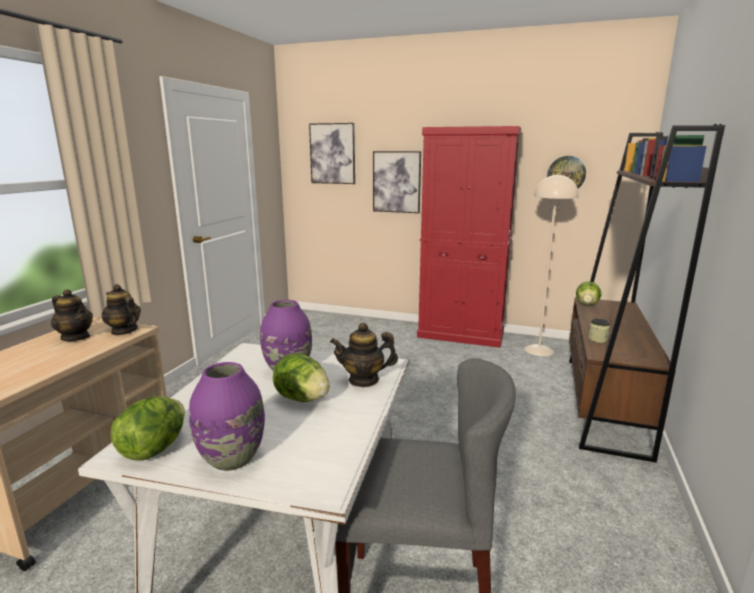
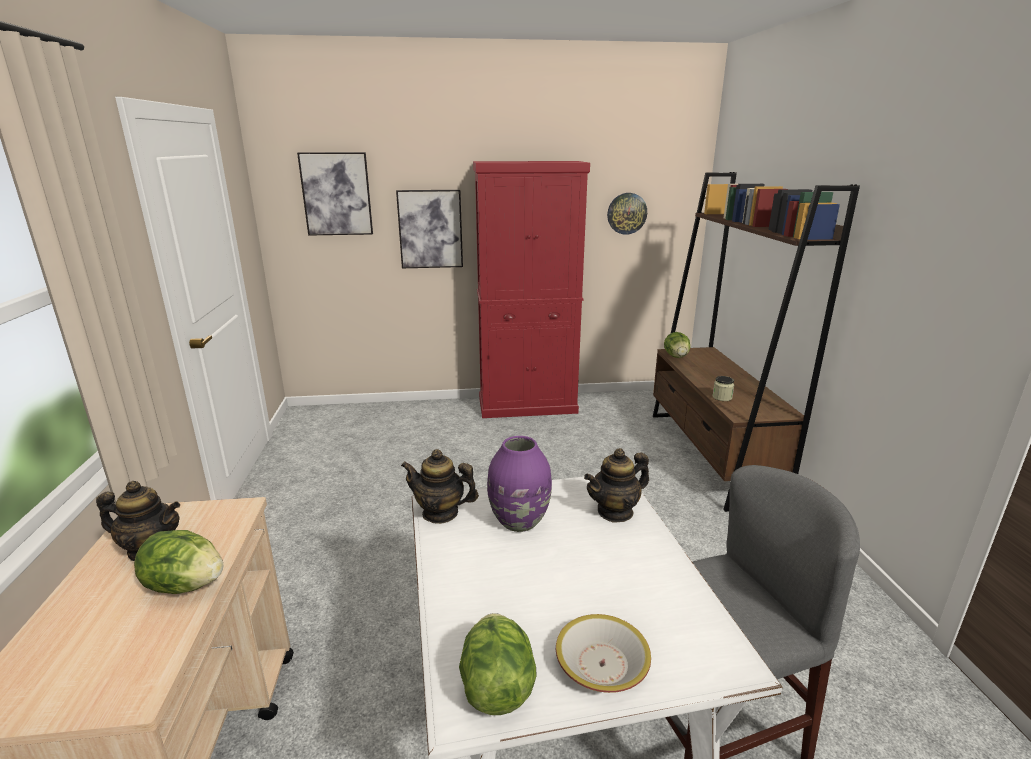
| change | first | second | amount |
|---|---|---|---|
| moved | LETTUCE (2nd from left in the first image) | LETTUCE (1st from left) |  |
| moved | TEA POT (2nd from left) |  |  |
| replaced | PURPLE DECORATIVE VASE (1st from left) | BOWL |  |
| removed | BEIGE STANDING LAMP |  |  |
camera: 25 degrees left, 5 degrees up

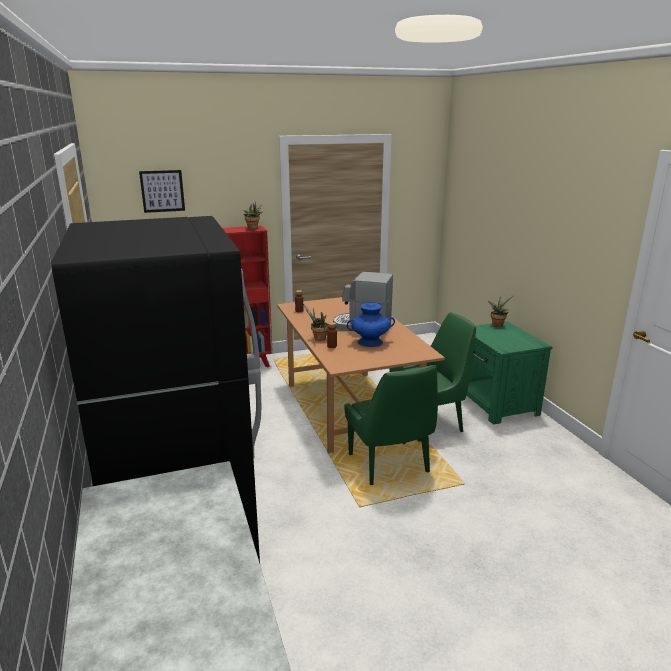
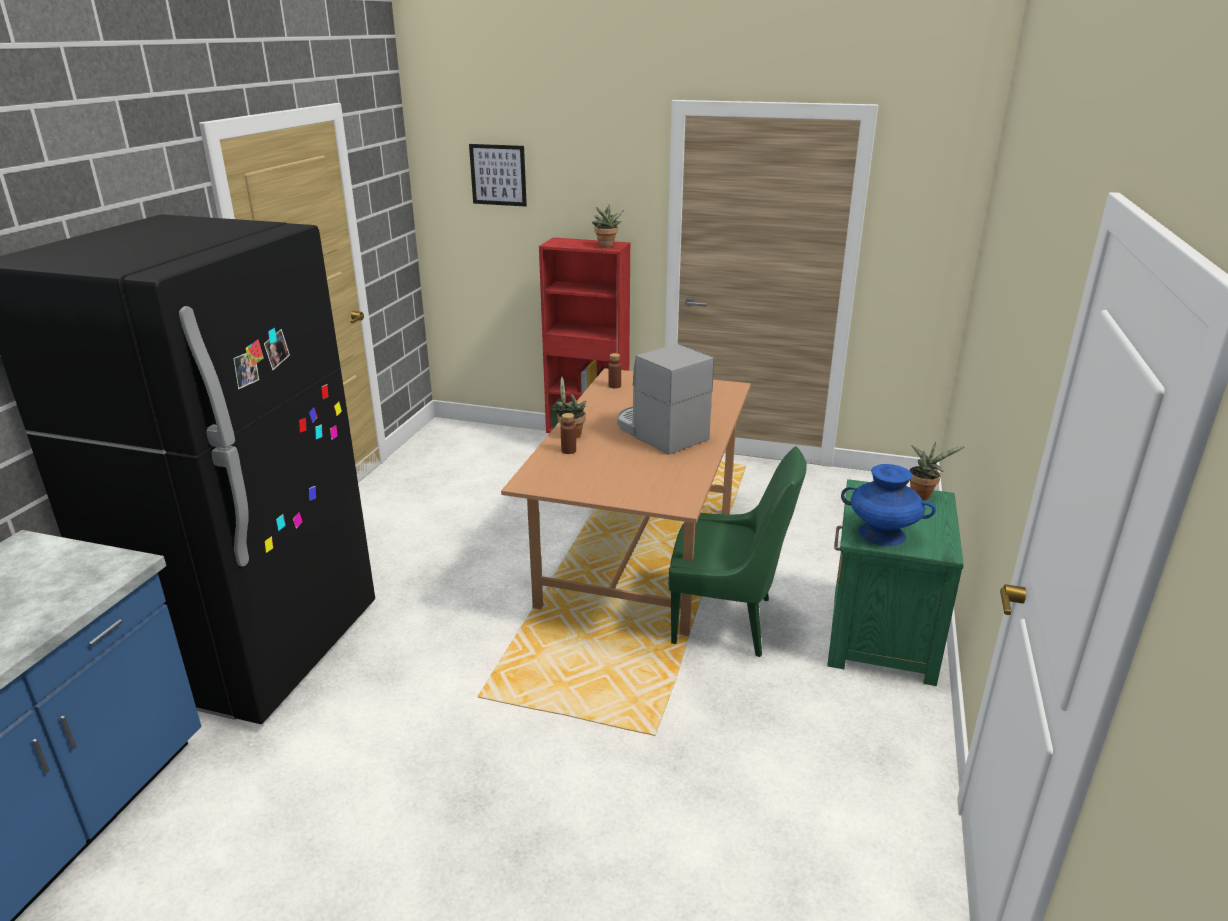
| change | first | second | amount |
|---|---|---|---|
| moved | BLUISH DECORATIVE VASE |  |  |
| removed | GREEN UPRIGHT CHAIR (1st from left) |  |  |
camera: 35 degrees right, 5 degrees up

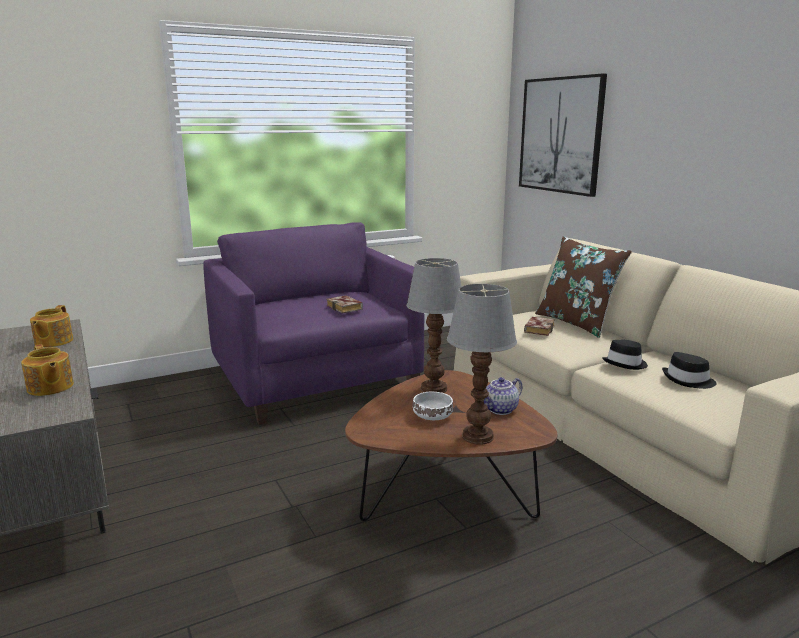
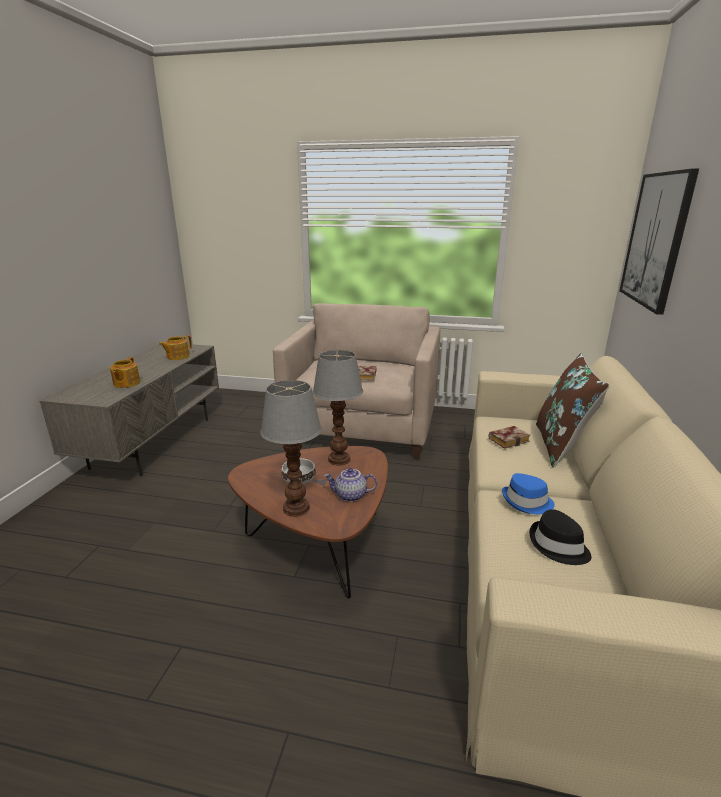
| change | first | second | amount |
|---|---|---|---|
| recoloured | PURPLE ARMCHAIR | BEIGE ARMCHAIR |  |
| recoloured | BLACK HAT (1st from left) | BLUISH HAT |  |
camera: 40 degrees right, 5 degrees up

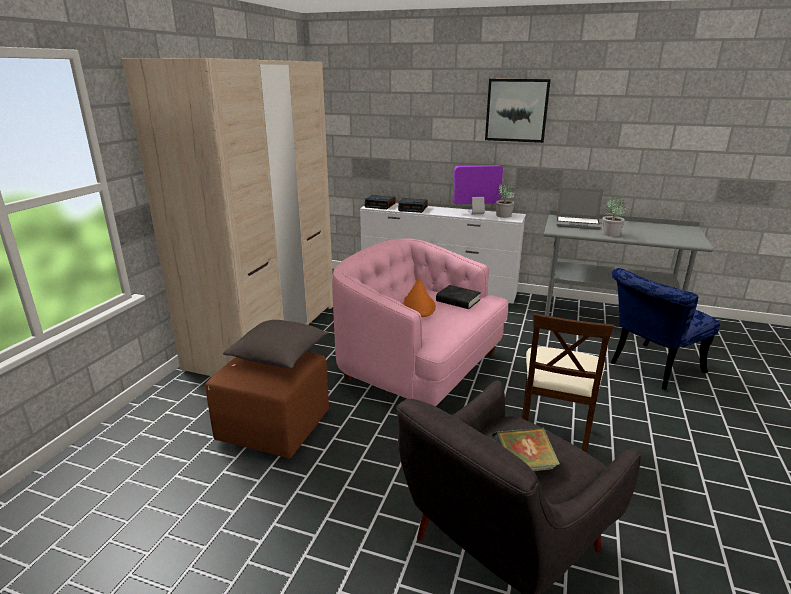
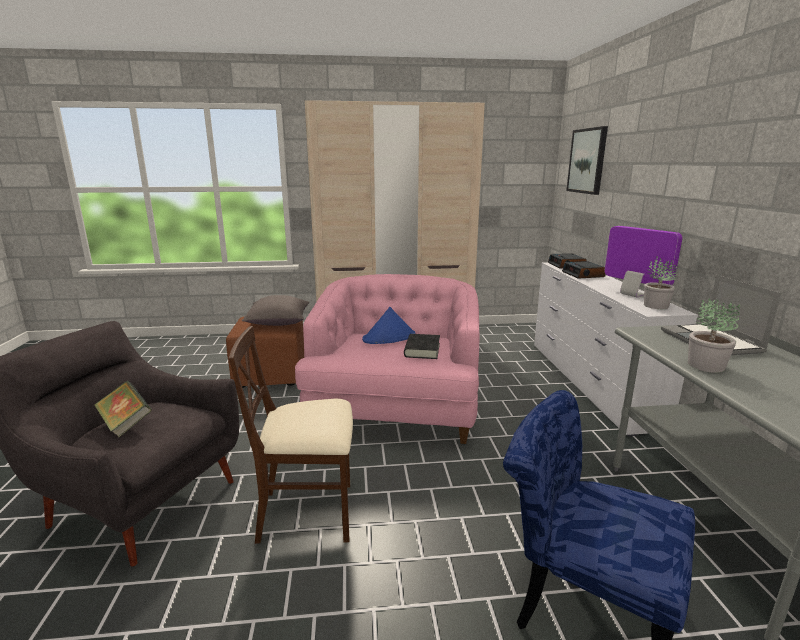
| change | first | second | amount |
|---|---|---|---|
| recoloured | ORANGE HAT | BLUISH HAT |  |
| moved | WALL ART |  |  |
camera: 65 degrees right, 5 degrees down

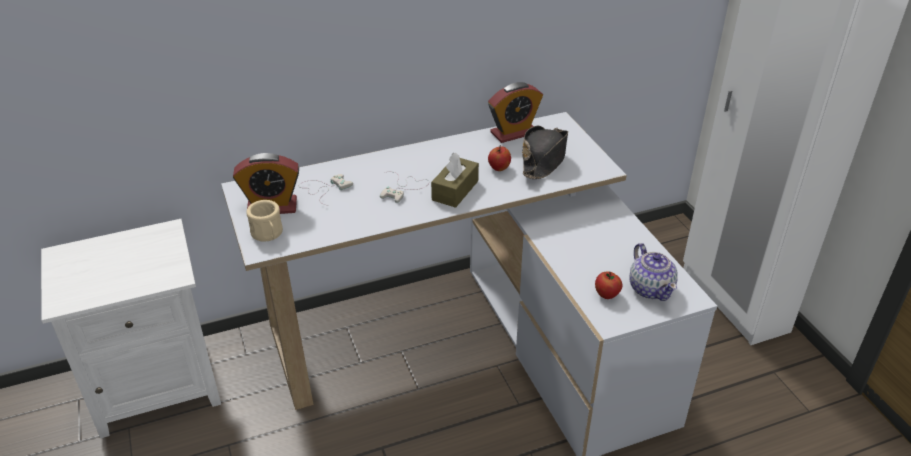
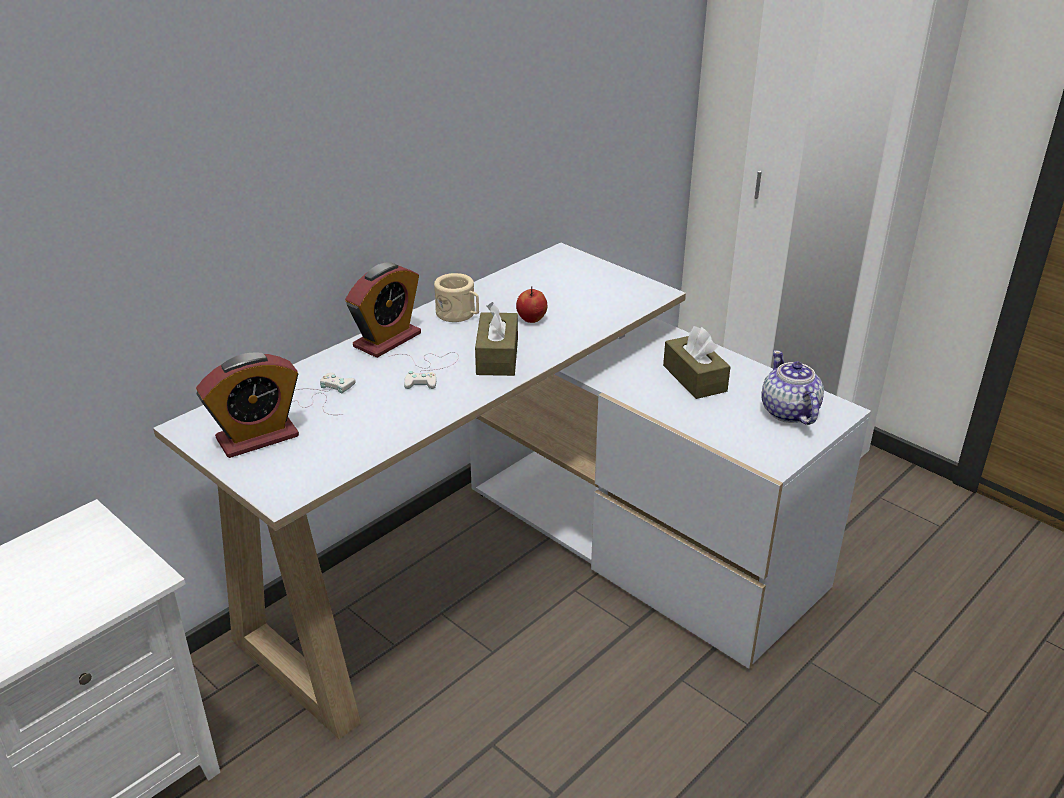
| change | first | second | amount |
|---|---|---|---|
| moved | ALARM CLOCK (2nd from left) |  |  |
| moved | BEIGE TEA MUG |  |  |
| added |  | BROWNISH BOX OF TISSUES (2nd from left) |  |
| turned | TEA POT |  | 150 degrees counterclockwise |
| removed | BLACK HAT |  |  |
| removed | APPLE (2nd from left) |  |  |
camera: 25 degrees left, 5 degrees down

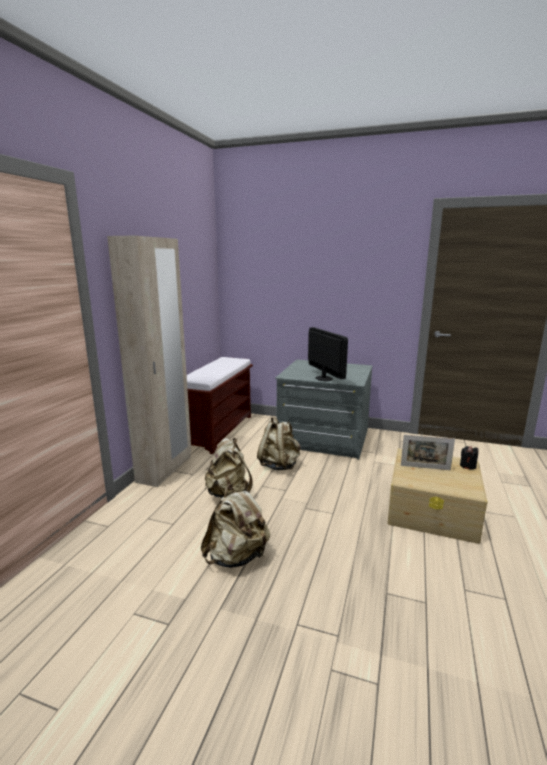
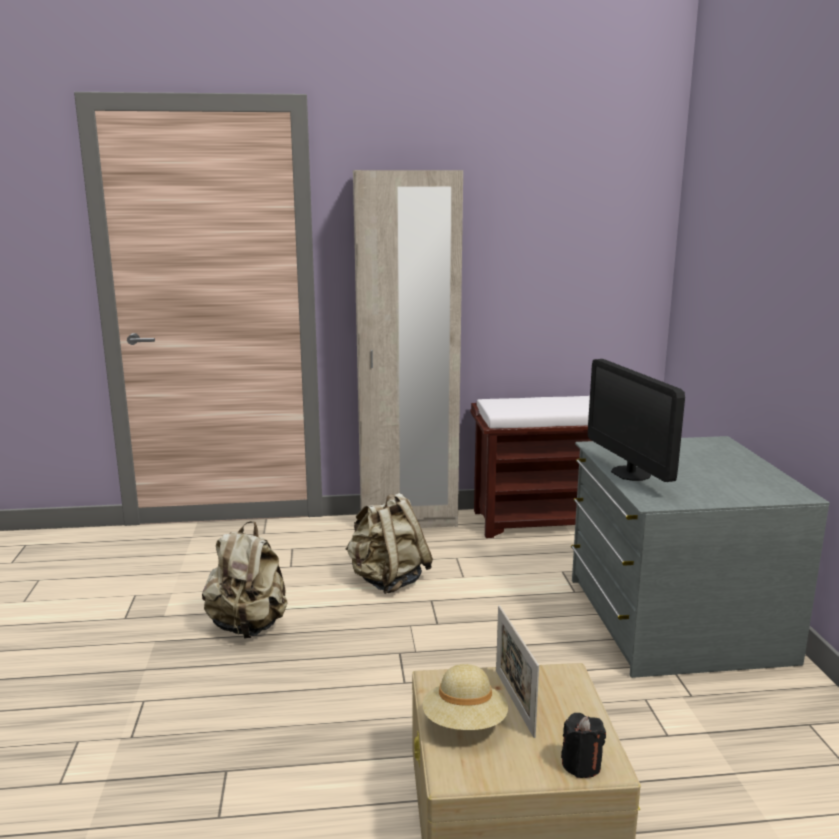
| change | first | second | amount |
|---|---|---|---|
| added |  | BEIGE HAT |  |
| turned | MONITOR |  | 120 degrees clockwise |
| removed | BEIGE RUCKSACK (3rd from left) |  |  |
camera: 65 degrees right, 0 degrees up

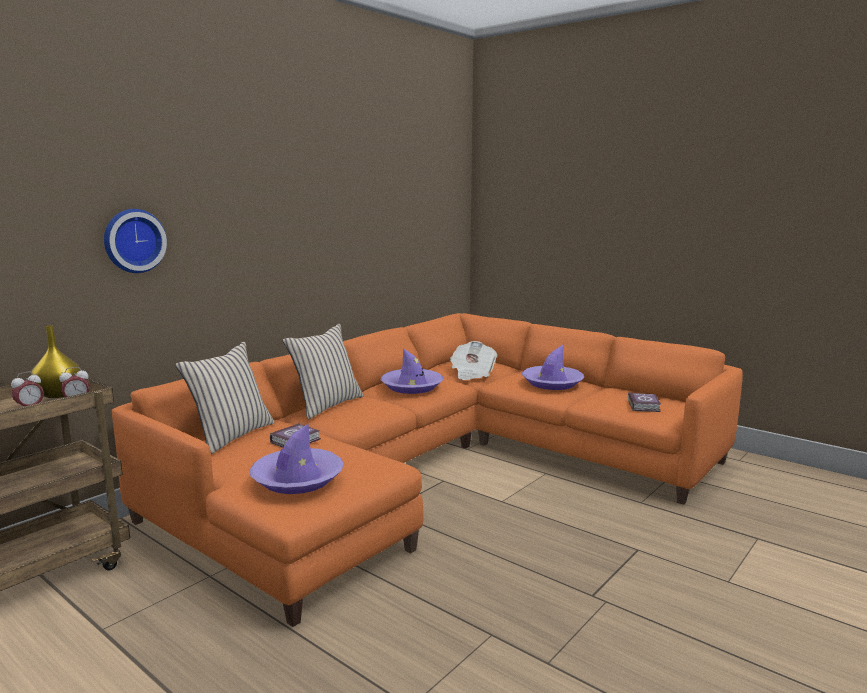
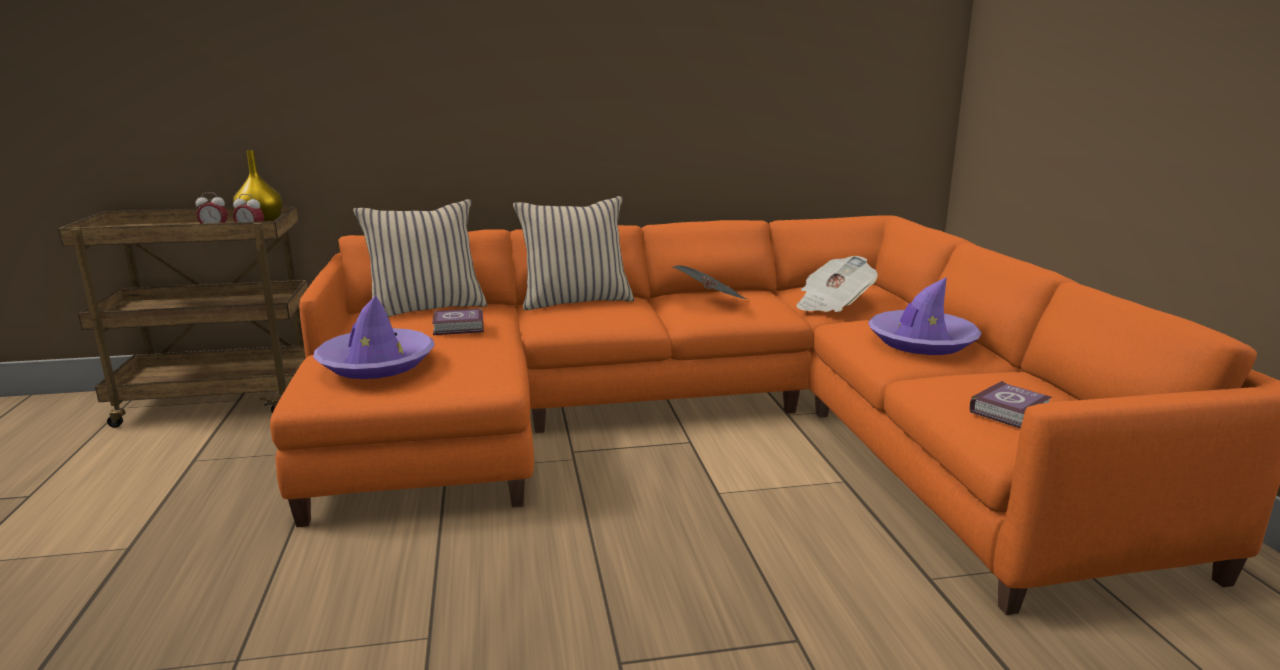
| change | first | second | amount |
|---|---|---|---|
| replaced | PURPLE HAT (2nd from left) | DAILY PAPER (1st from left) |  |
| removed | CLOCK ON THE WALL |  |  |
camera: 40 degrees right, 5 degrees up

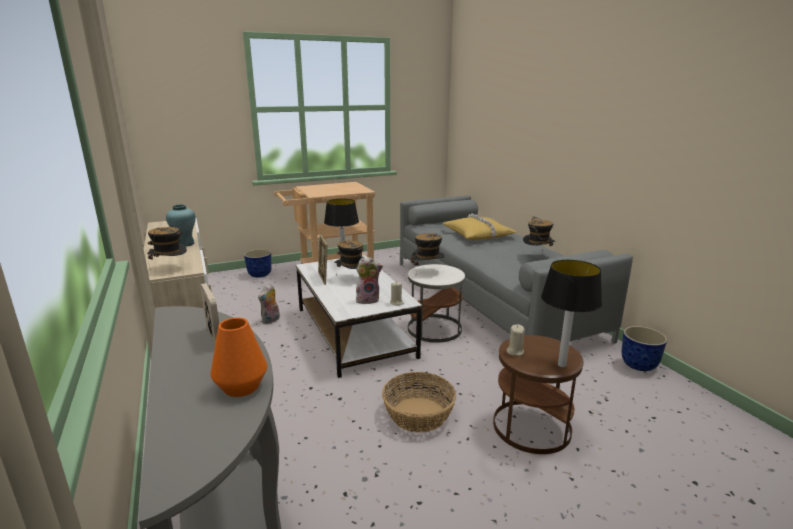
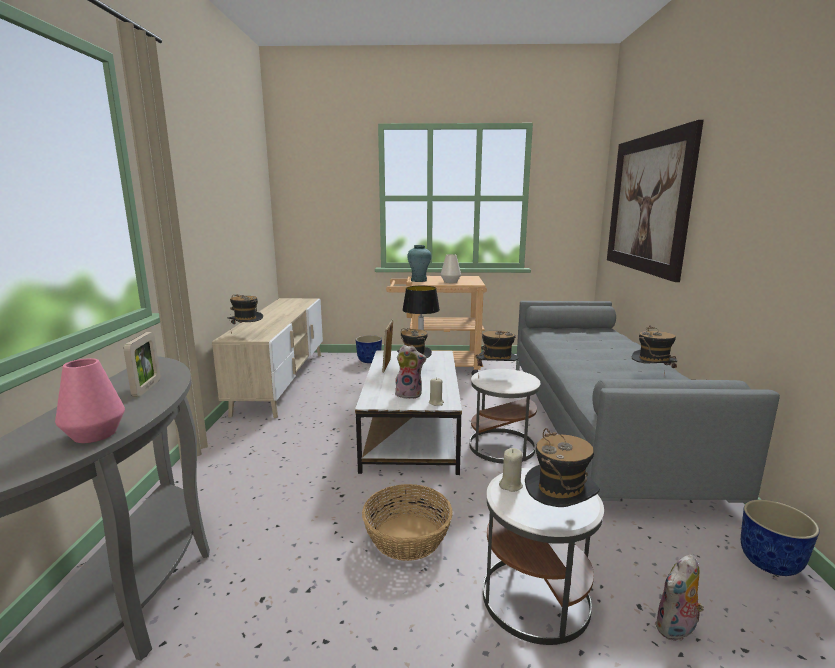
| change | first | second | amount |
|---|---|---|---|
| recoloured | ORANGE DECORATIVE VASE | PINK-COLOURED DECORATIVE VASE |  |
| moved | TURQUOISE-COLOURED DECORATIVE VASE |  |  |
| added |  | WHITISH DECORATIVE VASE |  |
| recoloured | BROWNISH ACCENT TABLE | WHITISH ACCENT TABLE (2nd from left) |  |
| replaced | LAMP FOR A TABLE (2nd from left) | HAT (4th from left) |  |
| added |  | WALL ART |  |
| moved | CUDDLY TOY (1st from left in the first image) | CUDDLY TOY (2nd from left) |  |
| removed | YELLOW-COLOURED PILLOW |  |  |
camera: 25 degrees right, 5 degrees down

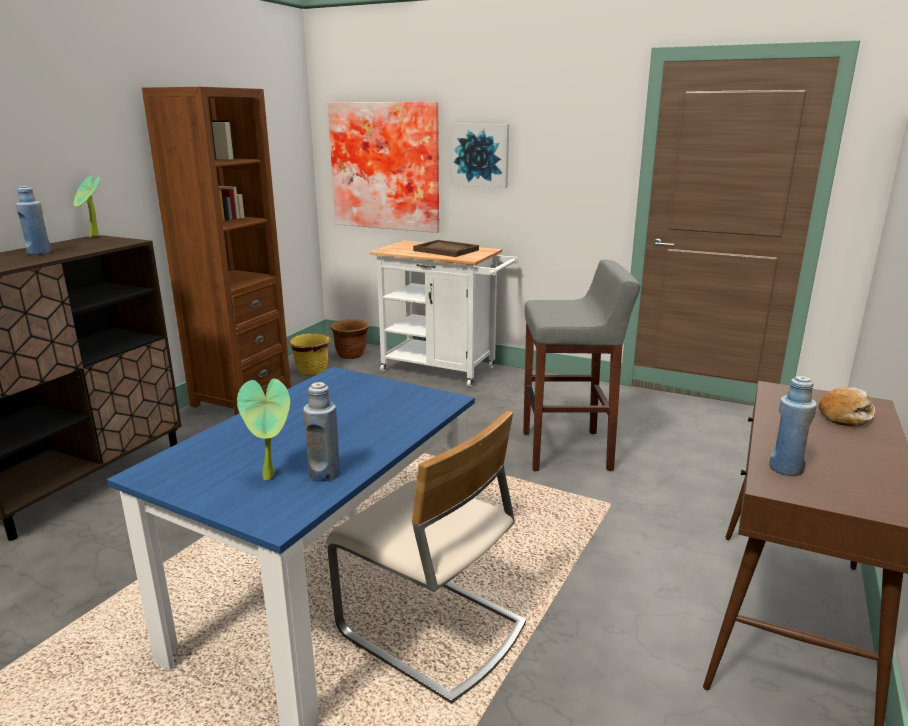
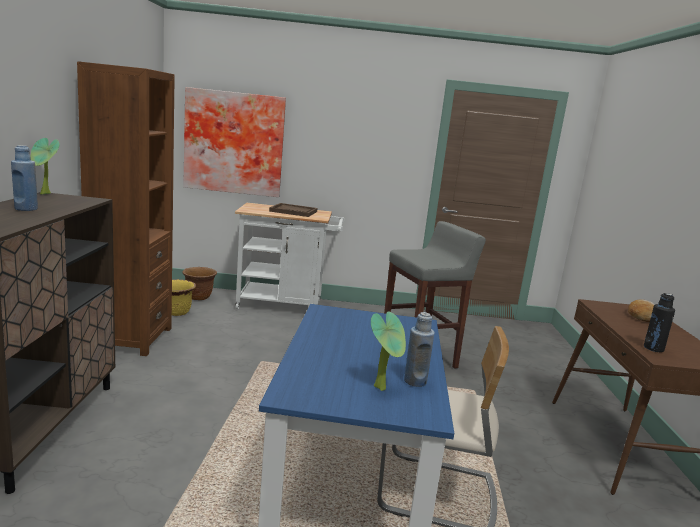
| change | first | second | amount |
|---|---|---|---|
| recoloured | BLUISH BEVERAGE BOTTLE (3rd from left) | BLACK BEVERAGE BOTTLE |  |
| removed | WALL ART (2nd from left) |  |  |
camera: 25 degrees left, 5 degrees down

